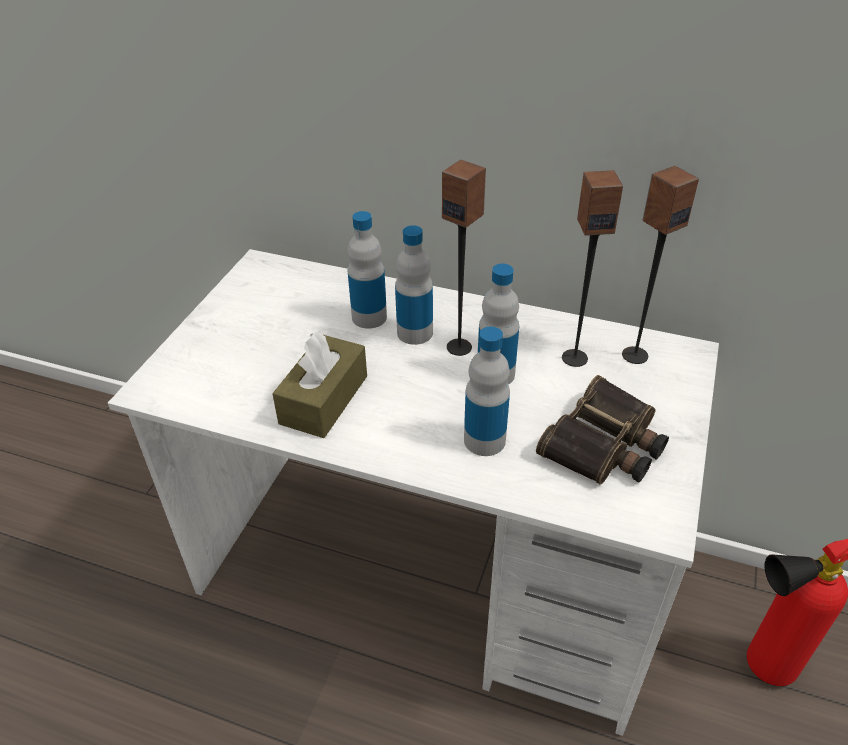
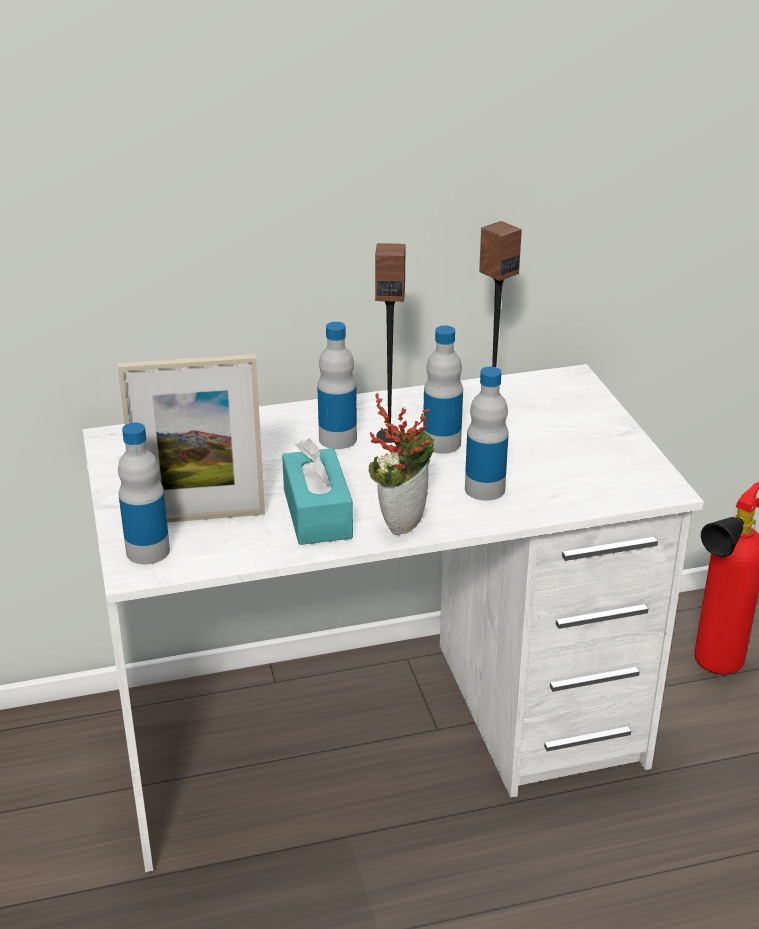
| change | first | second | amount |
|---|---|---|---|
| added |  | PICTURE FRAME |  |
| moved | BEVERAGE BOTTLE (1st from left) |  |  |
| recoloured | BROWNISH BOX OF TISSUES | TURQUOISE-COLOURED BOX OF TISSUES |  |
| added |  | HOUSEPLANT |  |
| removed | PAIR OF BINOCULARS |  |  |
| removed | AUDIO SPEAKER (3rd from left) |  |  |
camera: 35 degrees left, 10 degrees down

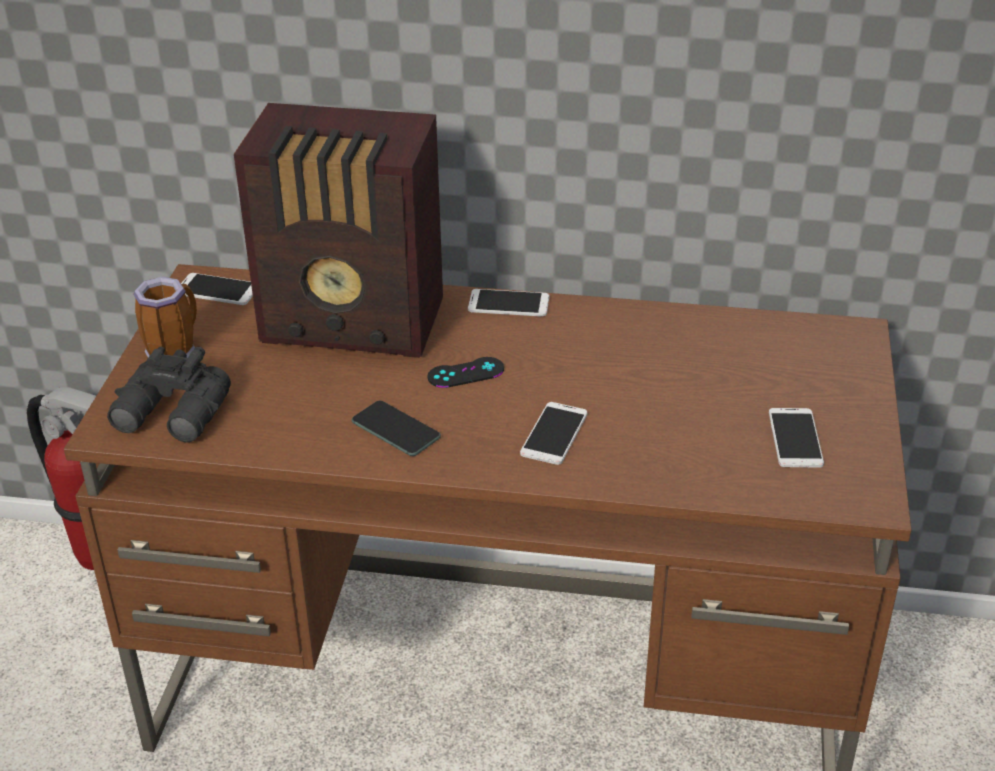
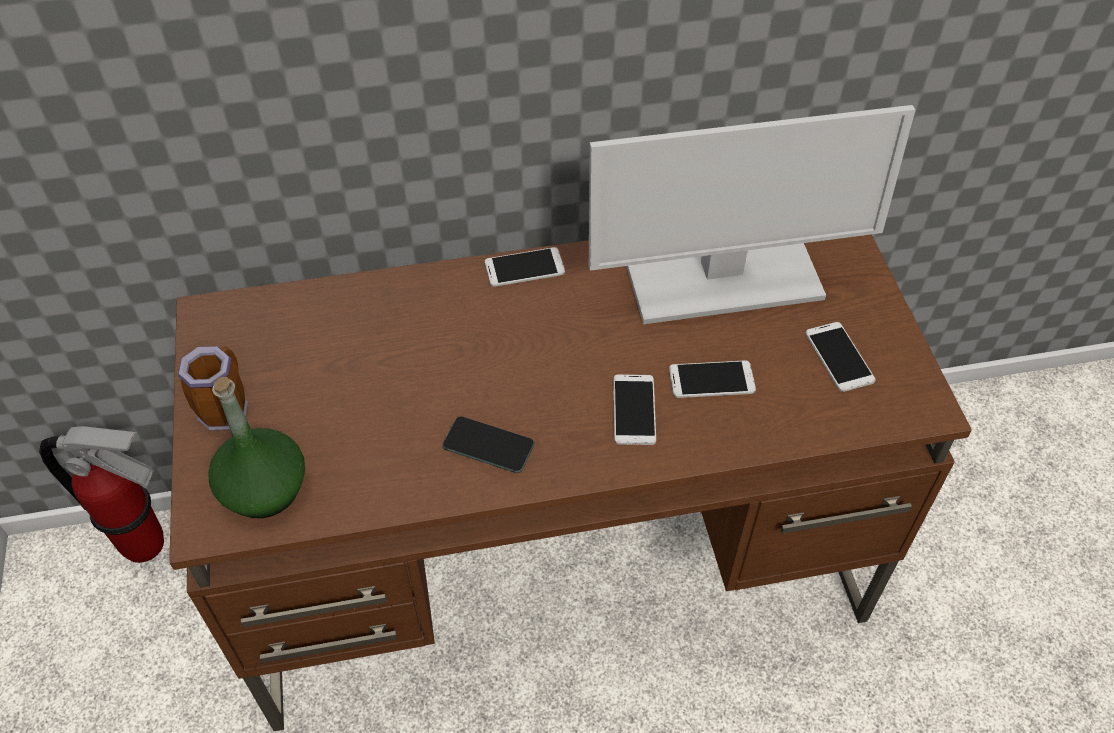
| change | first | second | amount |
|---|---|---|---|
| replaced | BLACK PAIR OF BINOCULARS | GREEN BEVERAGE BOTTLE |  |
| added |  | MONITOR |  |
| moved | TELEPHONE (1st from left in the first image) | TELEPHONE (4th from left) |  |
| removed | RADIO |  |  |
| removed | BLACK JOYPAD |  |  |
camera: 20 degrees left, 15 degrees up

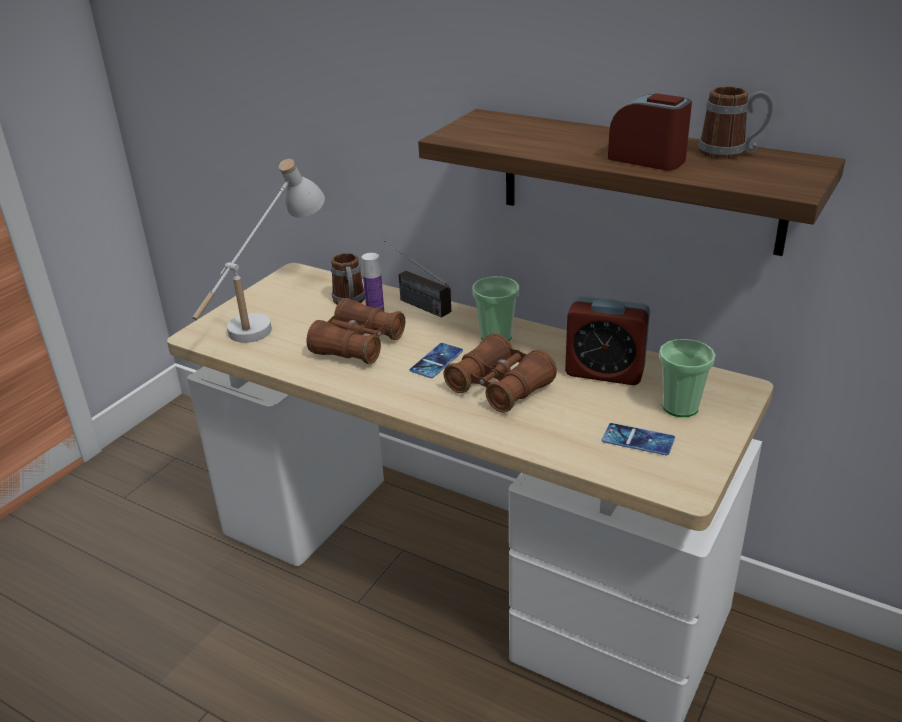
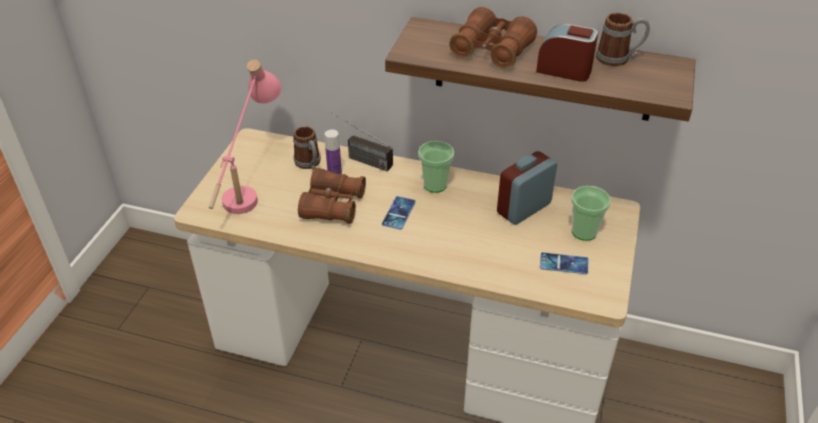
| change | first | second | amount |
|---|---|---|---|
| recoloured | WHITISH LAMP FOR A TABLE | PINK-COLOURED LAMP FOR A TABLE |  |
| moved | BROWNISH PAIR OF BINOCULARS (2nd from left) |  |  |
| turned | ALARM CLOCK (1st from left) |  | 135 degrees clockwise |
camera: 15 degrees left, 10 degrees up

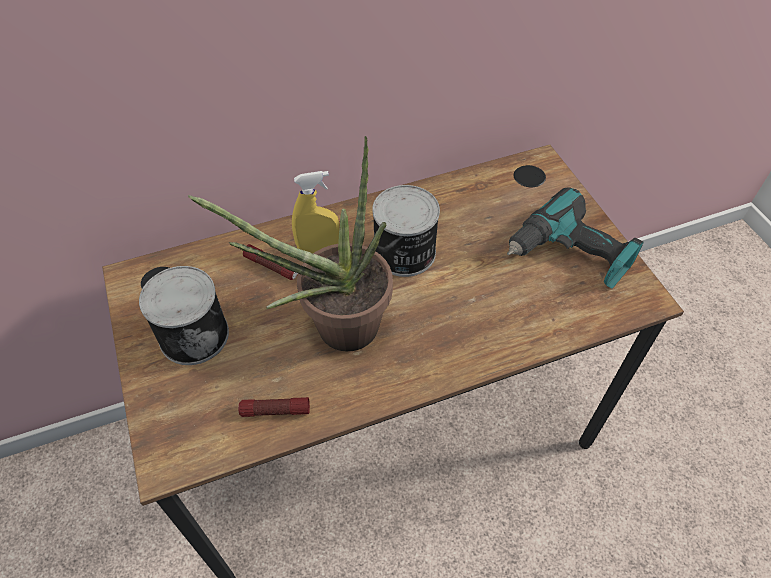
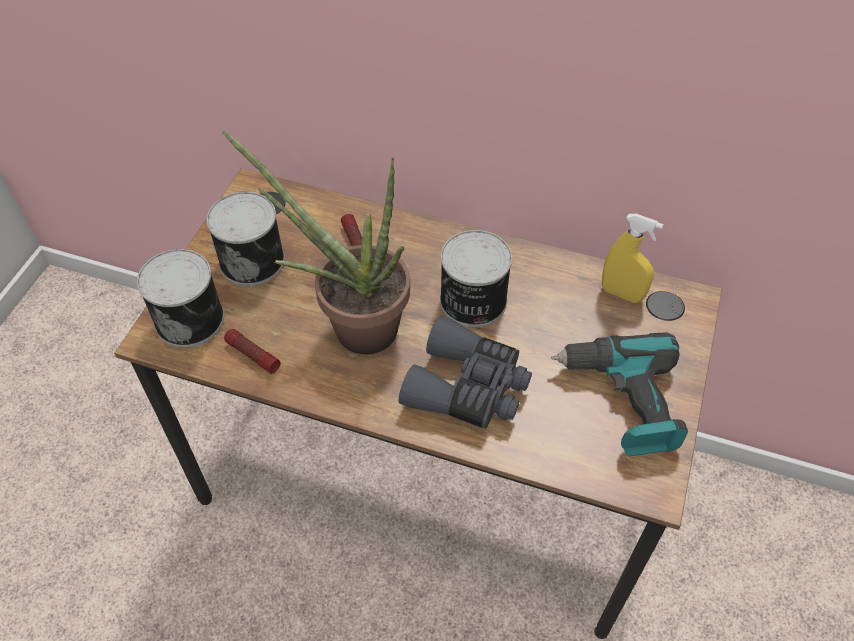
| change | first | second | amount |
|---|---|---|---|
| added |  | SEALED CAN (1st from left) |  |
| added |  | GREYISH PAIR OF BINOCULARS |  |
| moved | YELLOW-COLOURED SPRAY BOTTLE |  |  |
camera: 40 degrees right, 0 degrees up

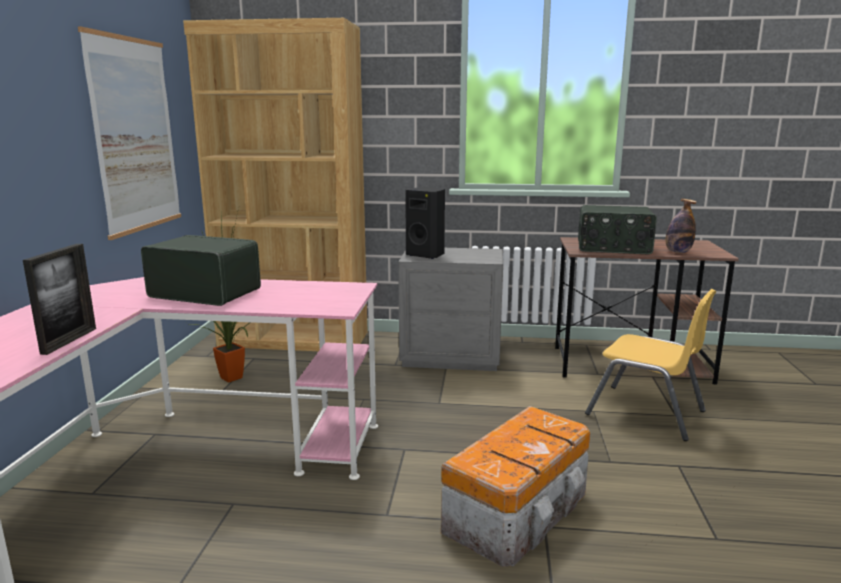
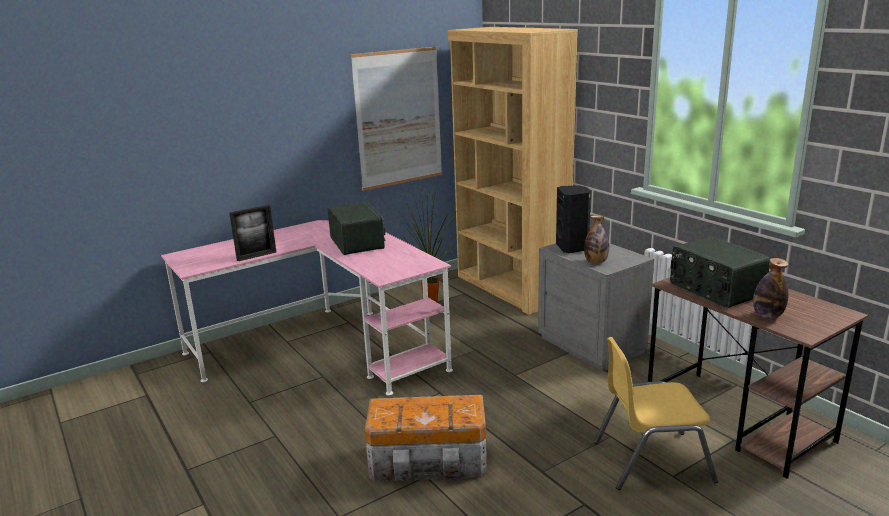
| change | first | second | amount |
|---|---|---|---|
| added |  | BEVERAGE BOTTLE (1st from left) |  |
| turned | YELLOW-COLOURED UPRIGHT CHAIR |  | 90 degrees clockwise |
camera: 50 degrees right, 5 degrees up

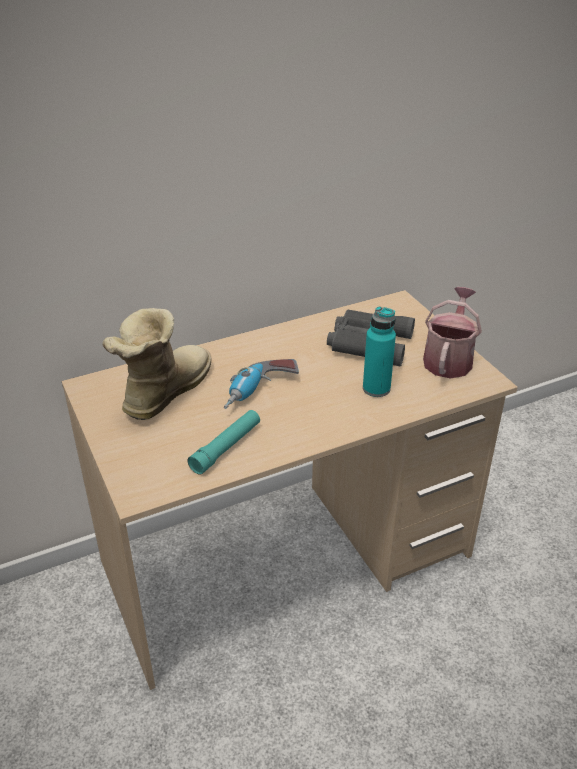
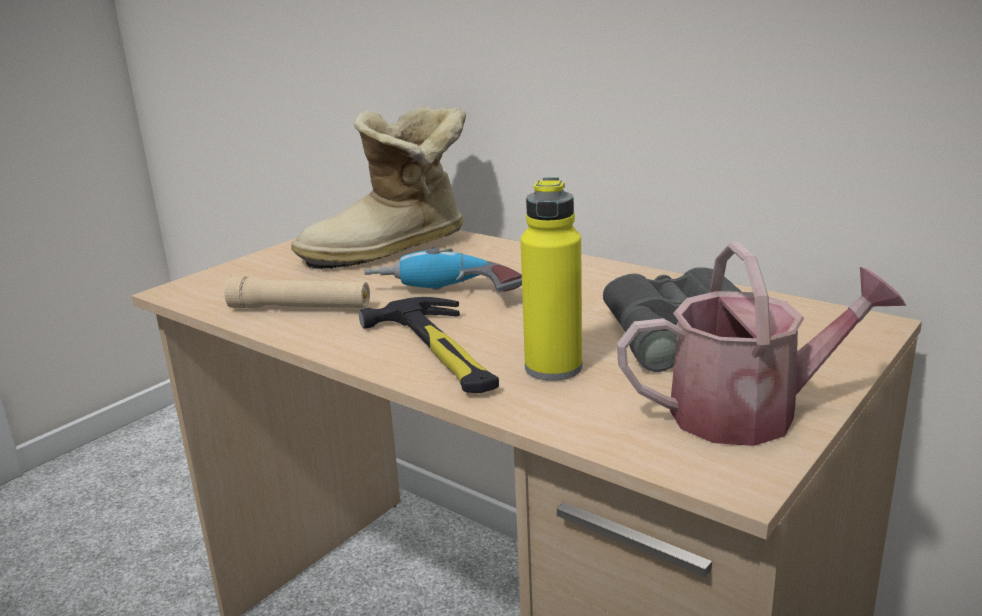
| change | first | second | amount |
|---|---|---|---|
| recoloured | TURQUOISE-COLOURED TORCH | BEIGE TORCH |  |
| turned | TALL BOOT |  | 150 degrees clockwise |
| added |  | HAND HAMMER |  |
| recoloured | TURQUOISE-COLOURED BEVERAGE BOTTLE | YELLOW-COLOURED BEVERAGE BOTTLE |  |
camera: 65 degrees right, 15 degrees down

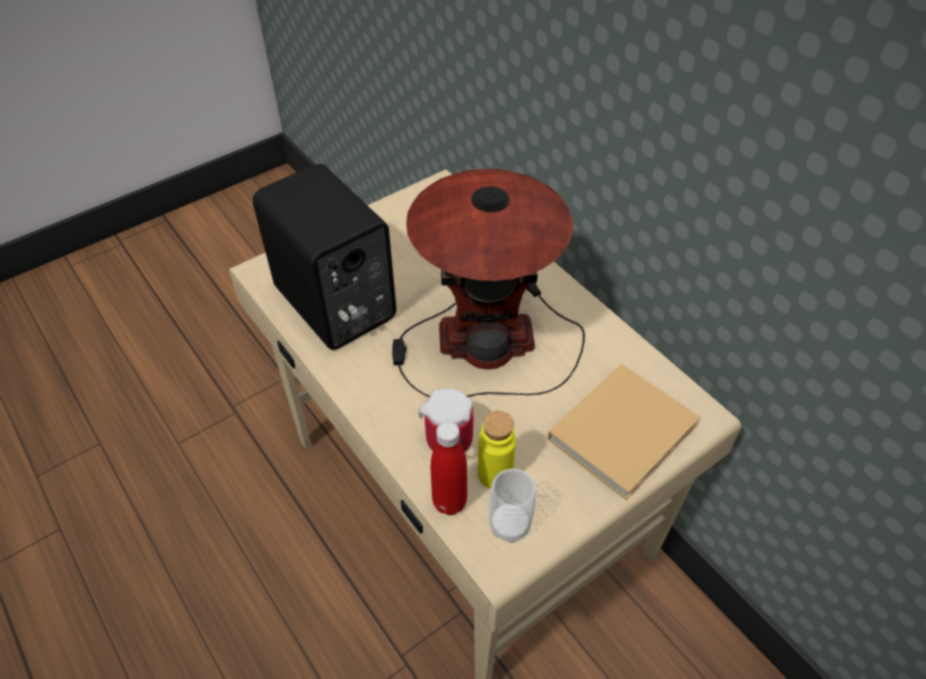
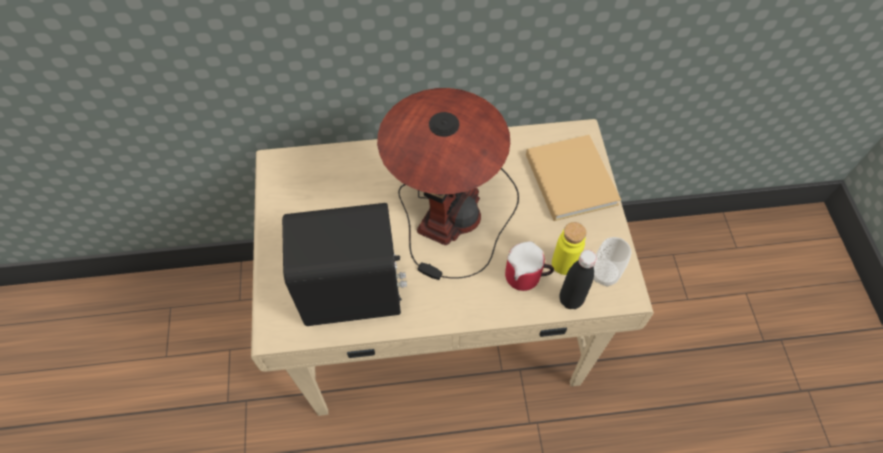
| change | first | second | amount |
|---|---|---|---|
| recoloured | REDDISH BEVERAGE BOTTLE | BLACK BEVERAGE BOTTLE |  |
camera: 60 degrees left, 10 degrees up

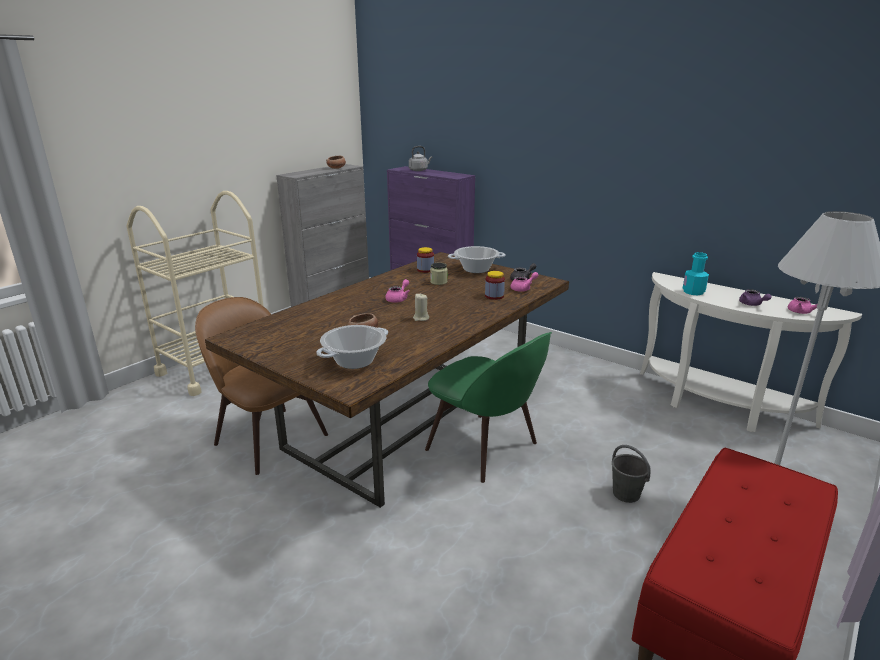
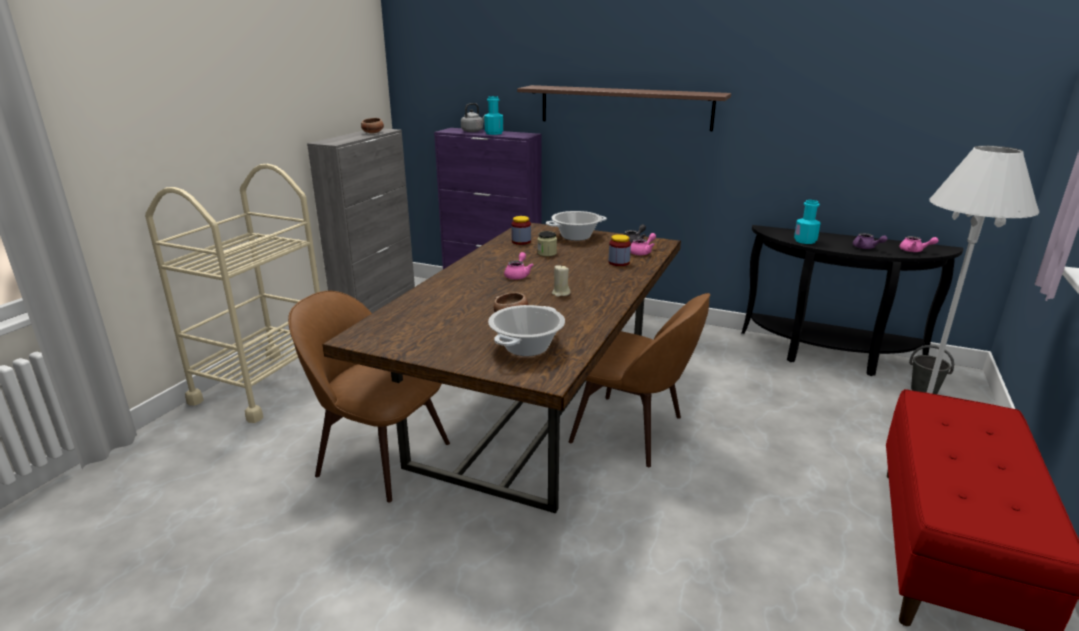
| change | first | second | amount |
|---|---|---|---|
| added |  | TURQUOISE-COLOURED BEVERAGE BOTTLE (1st from left) |  |
| added |  | SHELF |  |
| recoloured | GREEN UPRIGHT CHAIR | BROWNISH UPRIGHT CHAIR (2nd from left) |  |
| recoloured | WHITISH HALL TABLE | BLACK HALL TABLE |  |
| moved | GREYISH BUCKET |  |  |
camera: 15 degrees left, 0 degrees up

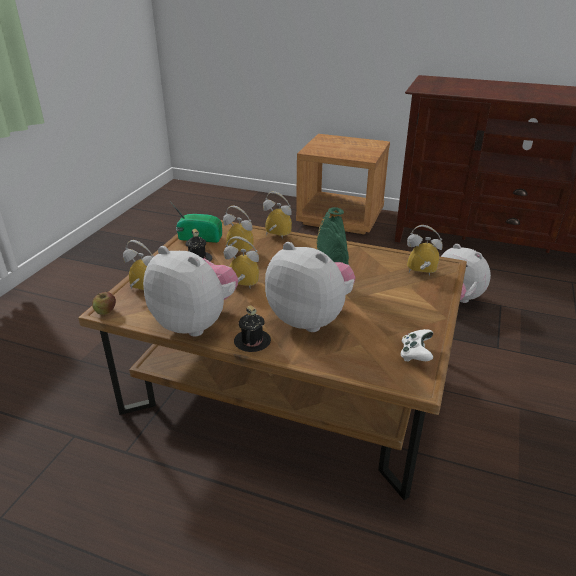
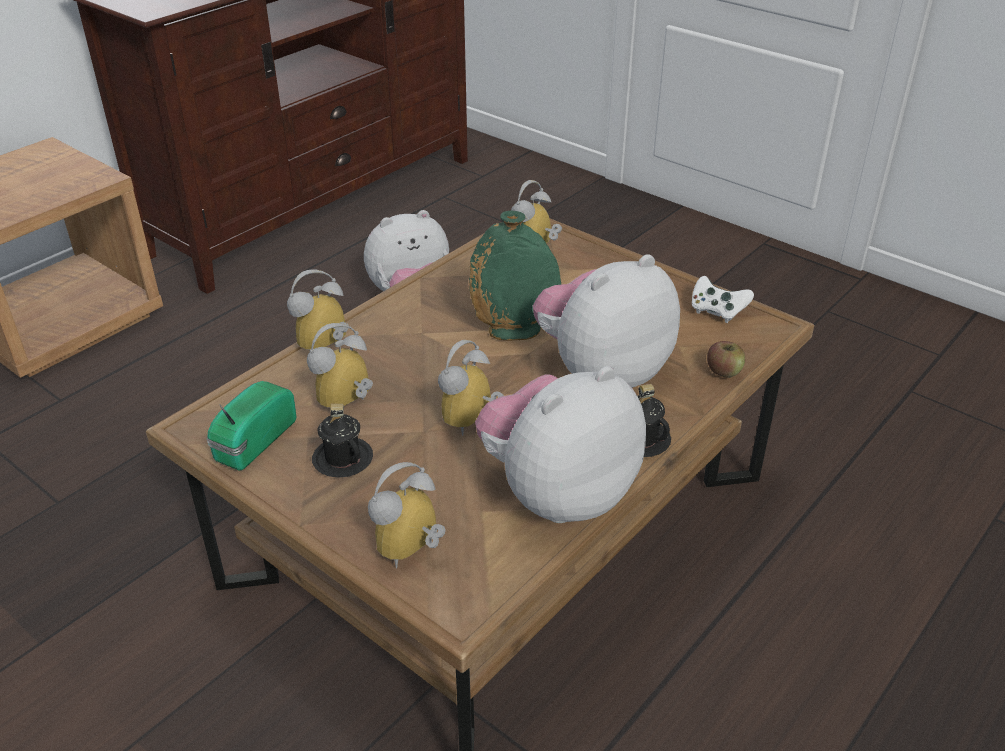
| change | first | second | amount |
|---|---|---|---|
| moved | APPLE |  |  |
camera: 70 degrees left, 5 degrees up

